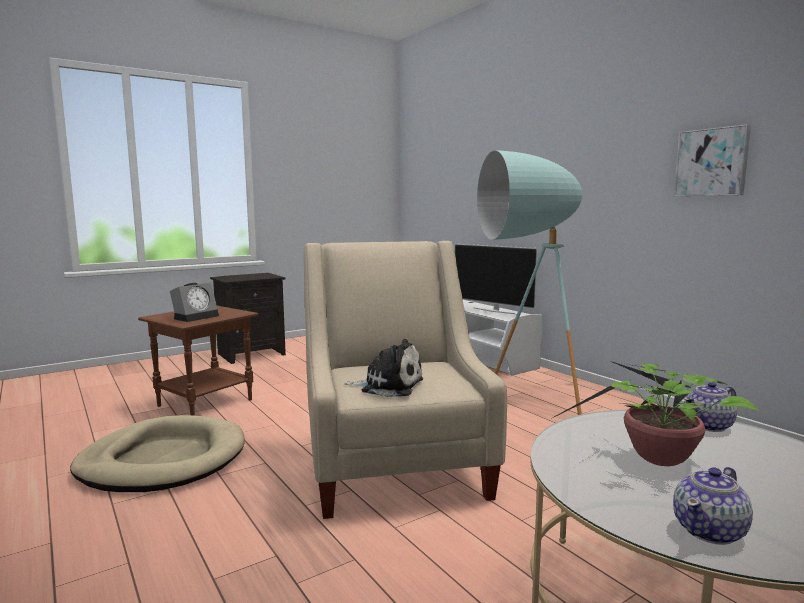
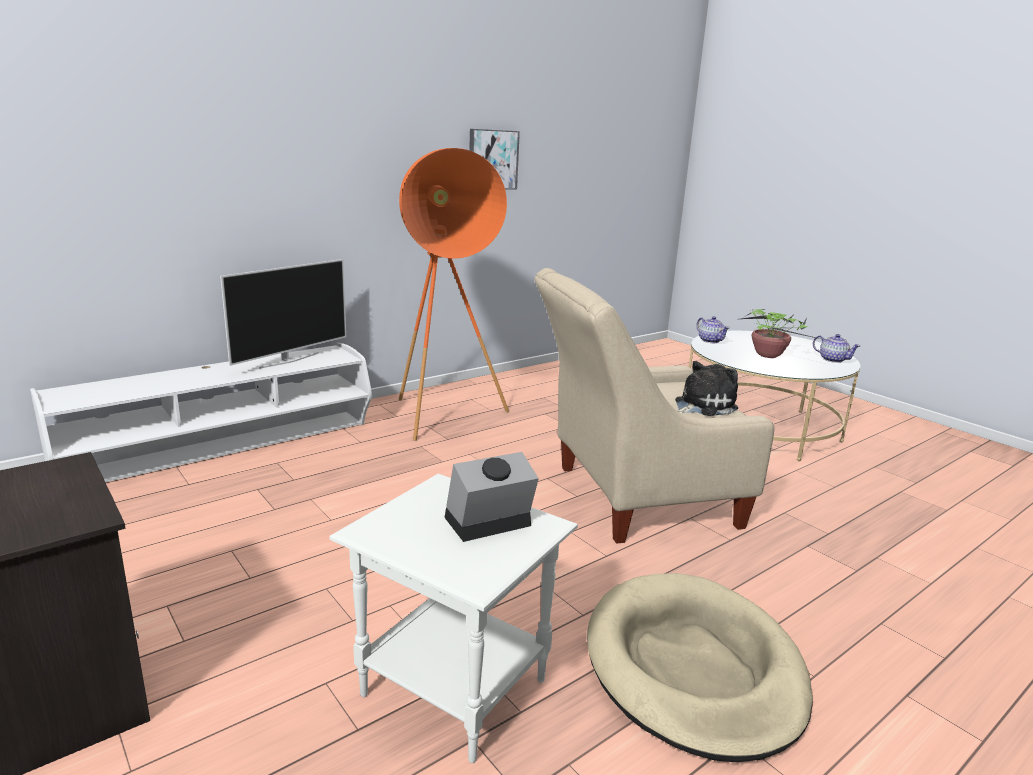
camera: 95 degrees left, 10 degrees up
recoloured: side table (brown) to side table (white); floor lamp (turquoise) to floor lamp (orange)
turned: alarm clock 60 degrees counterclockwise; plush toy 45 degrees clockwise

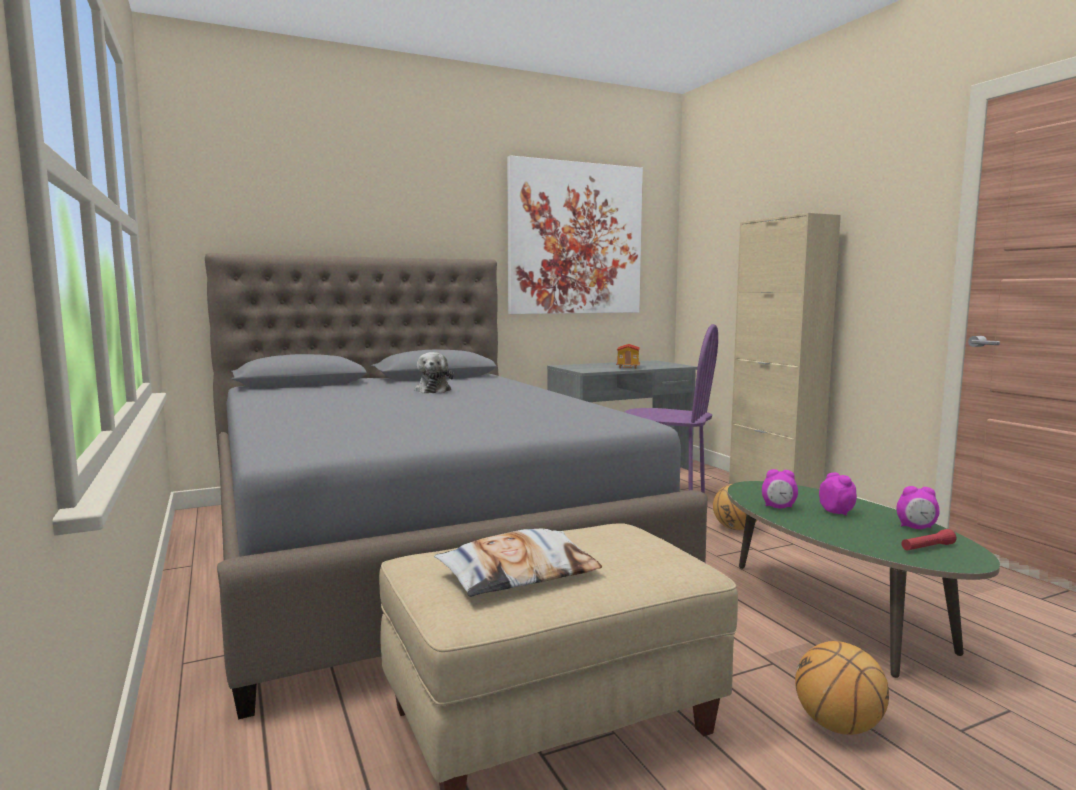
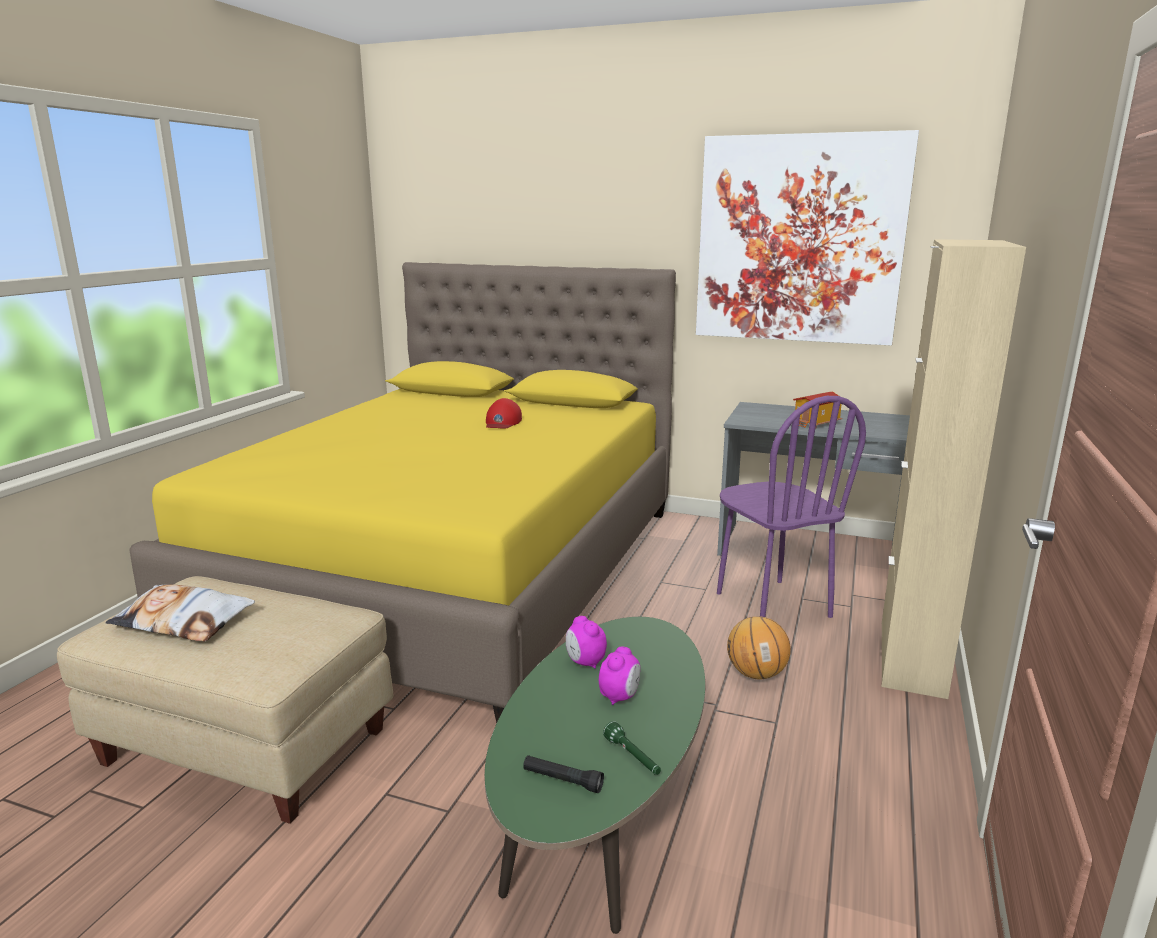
camera: 45 degrees right, 10 degrees up
removed: basketball (2nd from left)
replaced: plush toy to cap (red); alarm clock (3rd from left) to flashlight (green)
recoloured: bed (grey) to bed (yellow); flashlight (red) to flashlight (black)

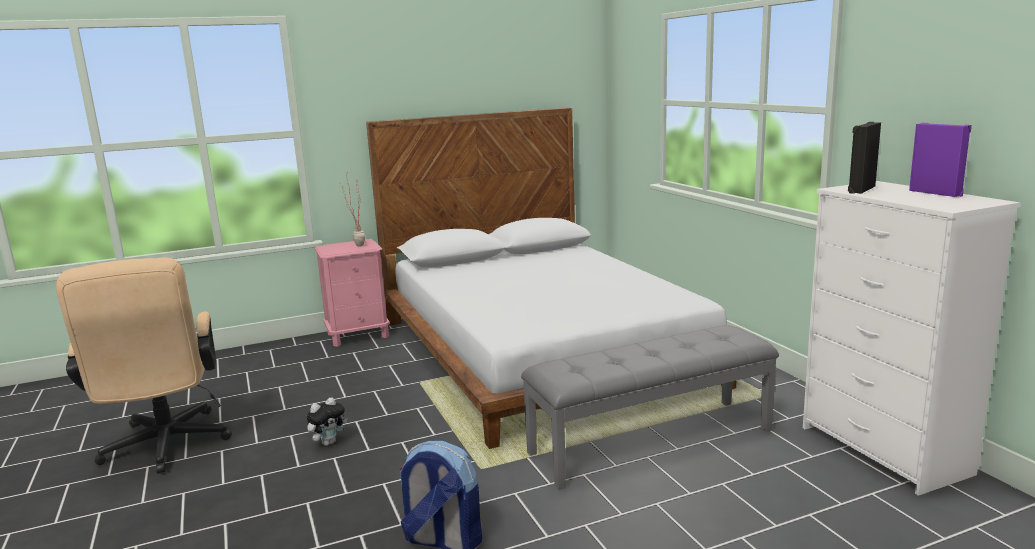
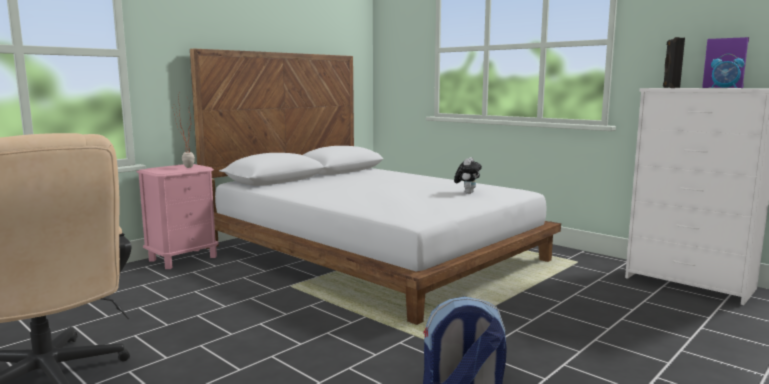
camera: 25 degrees left, 5 degrees down
removed: bench (grey)
added: alarm clock
moved: plush toy

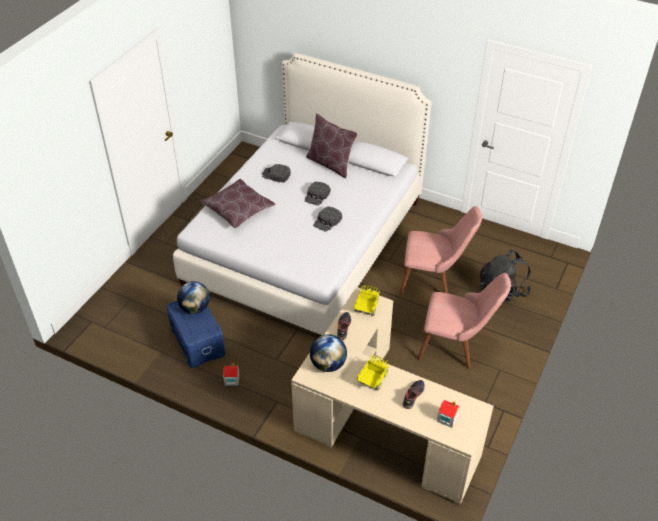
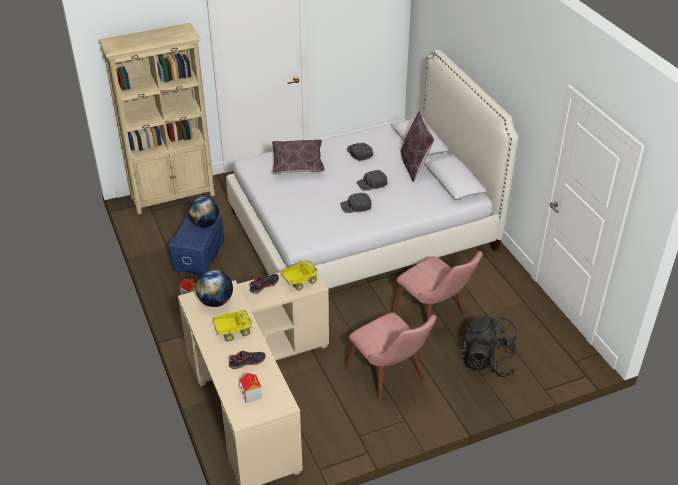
camera: 40 degrees right, 5 degrees down
added: bookcase (beige)

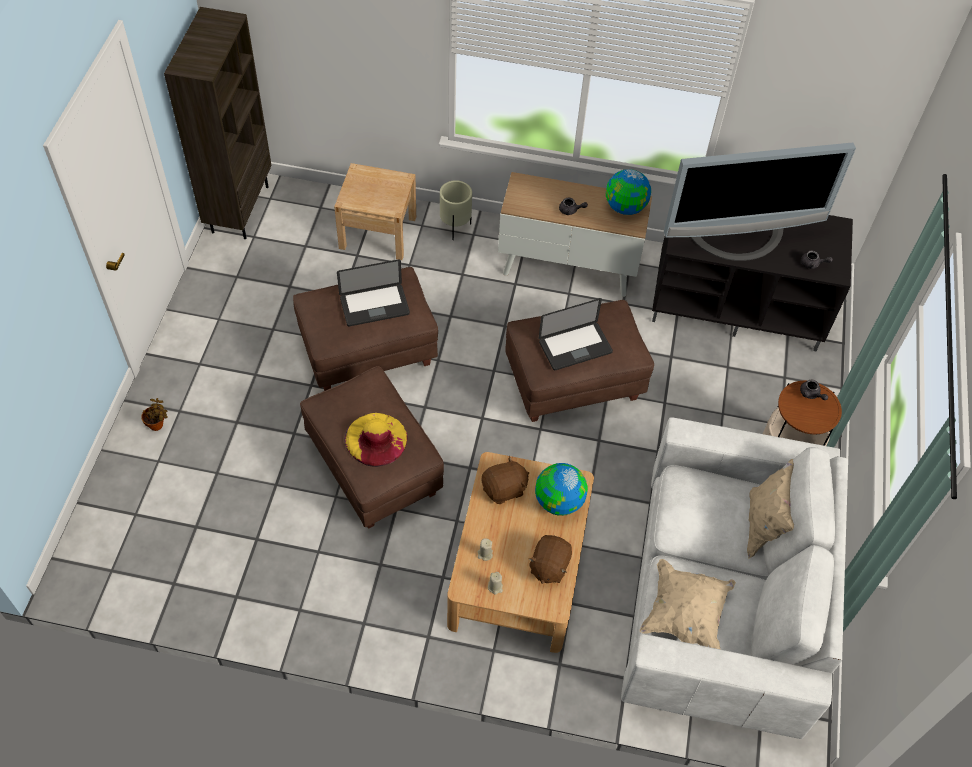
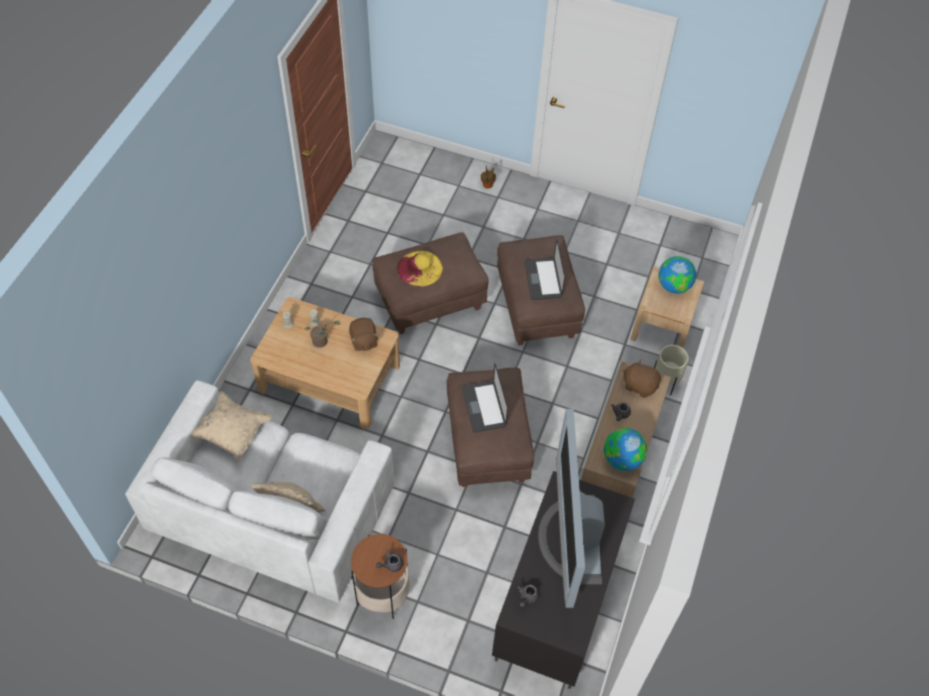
camera: 100 degrees right, 0 degrees up
removed: bookcase (brown)
added: potted plant (1st from left)
moved: plush toy (brown) (2nd from left); globe (1st from left in the first image) to globe (2nd from left)

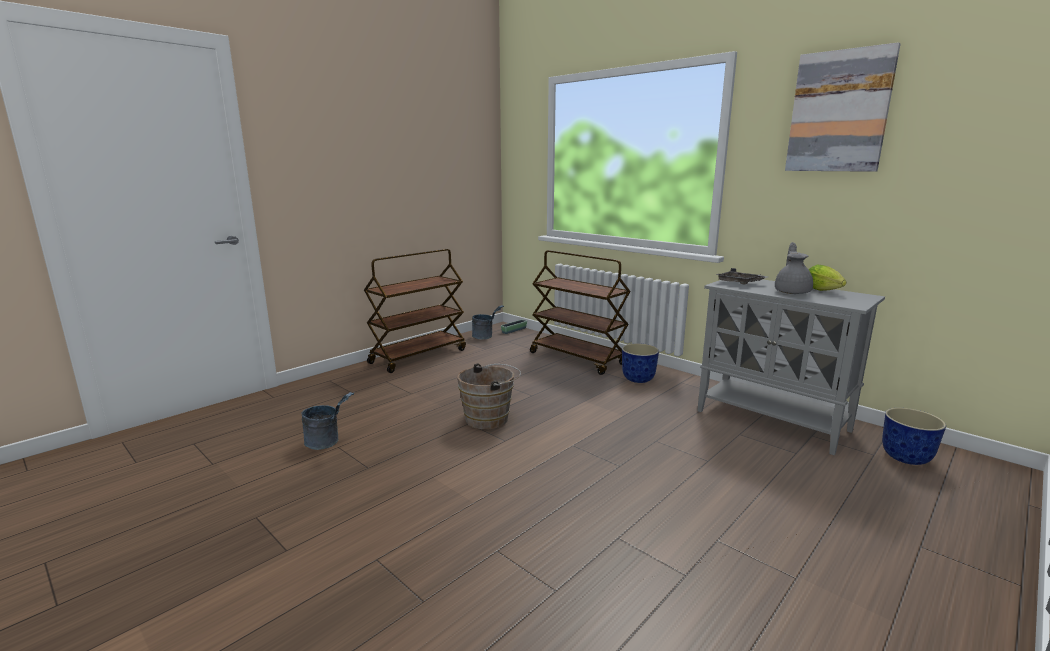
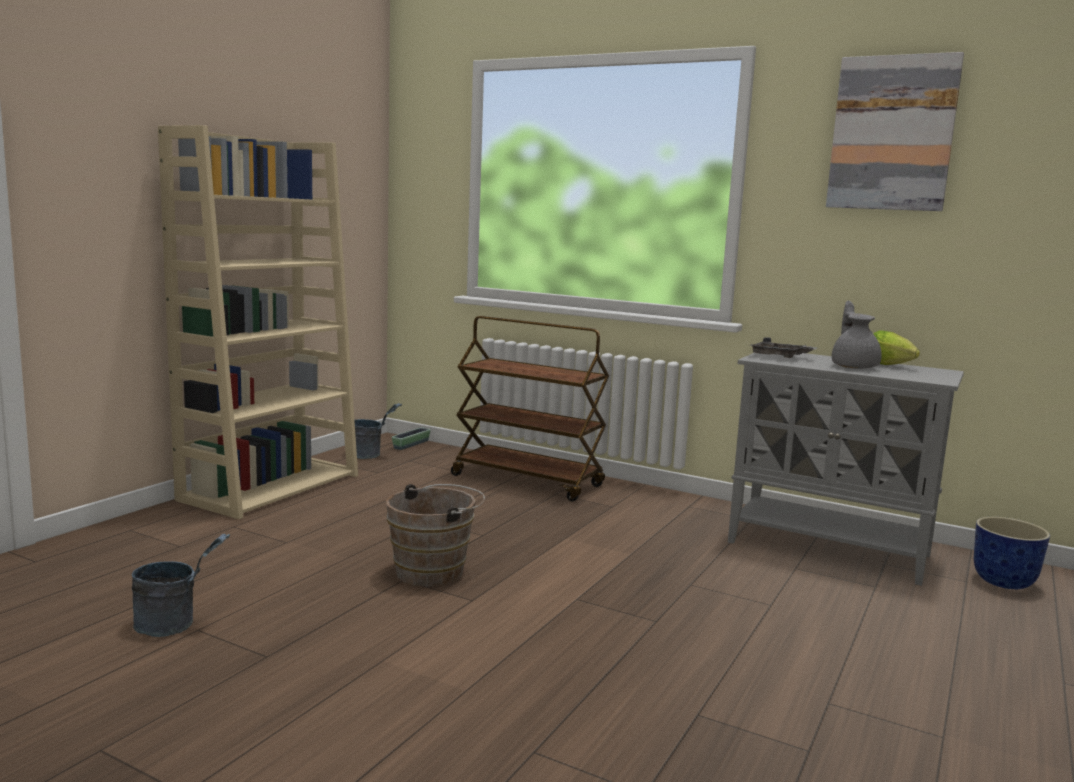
camera: 15 degrees left, 5 degrees down
removed: planter (2nd from left)
replaced: cart (brown) (1st from left) to bookcase (beige)

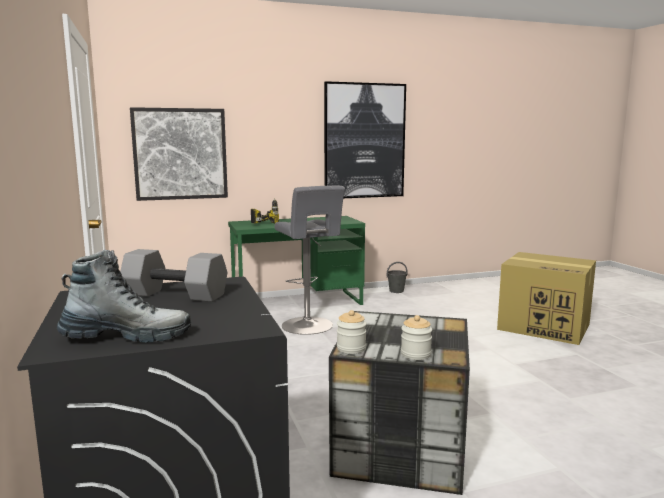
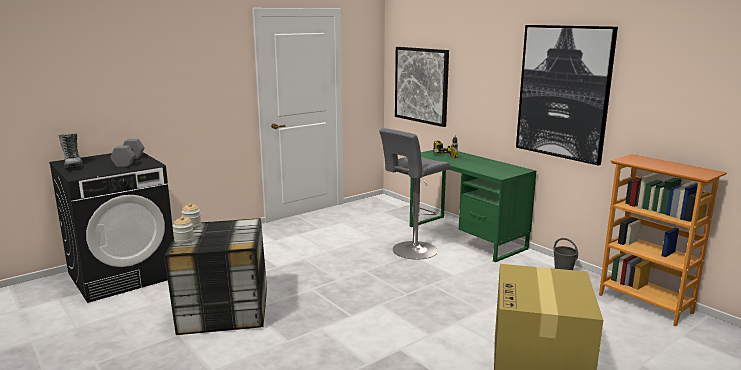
camera: 70 degrees right, 5 degrees up
added: bookcase

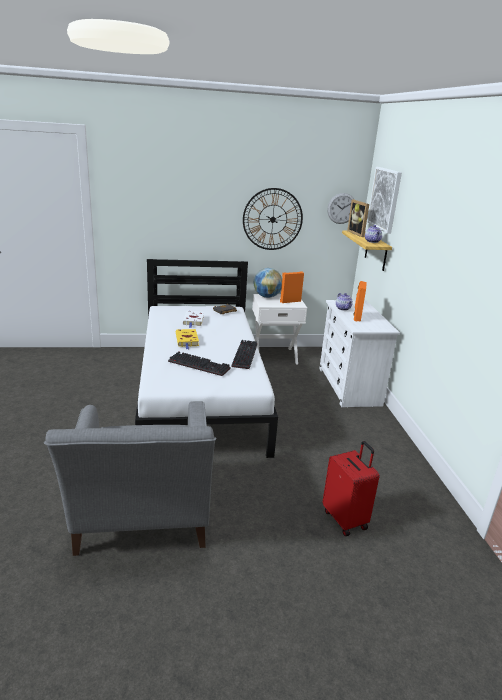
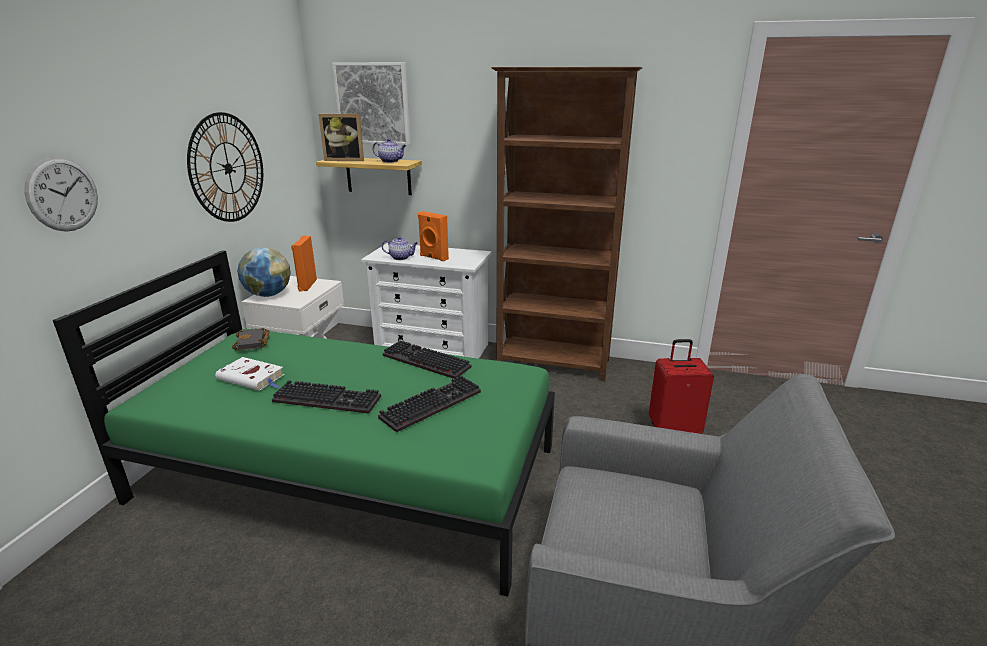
camera: 65 degrees left, 0 degrees up
added: bookcase (brown)
moved: wall clock (2nd from left in the first image) to wall clock (1st from left)
replaced: book (yellow) to keyboard (1st from left)
recoloured: bed (white) to bed (green)

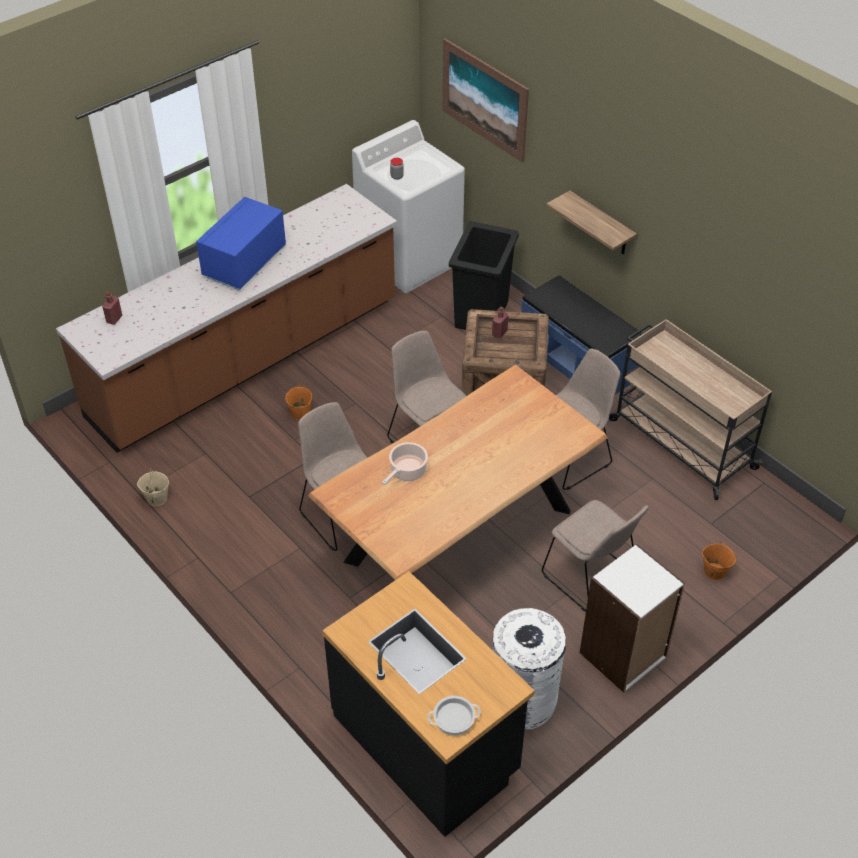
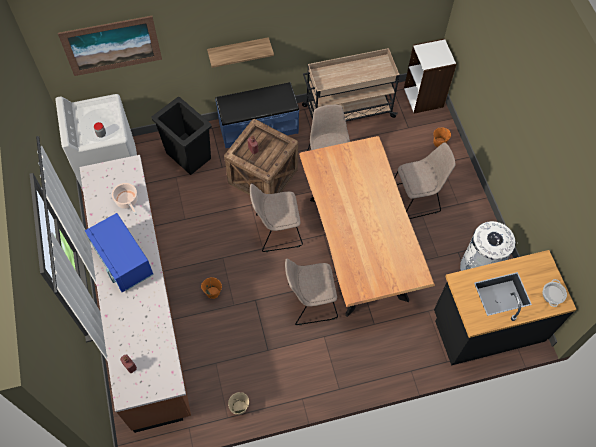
camera: 65 degrees left, 15 degrees up
moved: cooking pot (1st from left); bookcase (white)

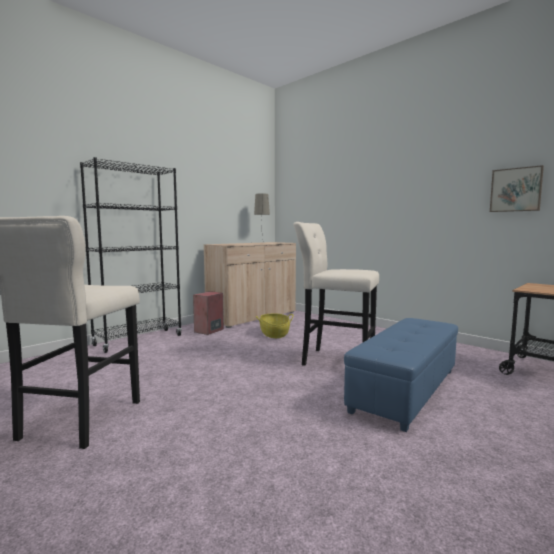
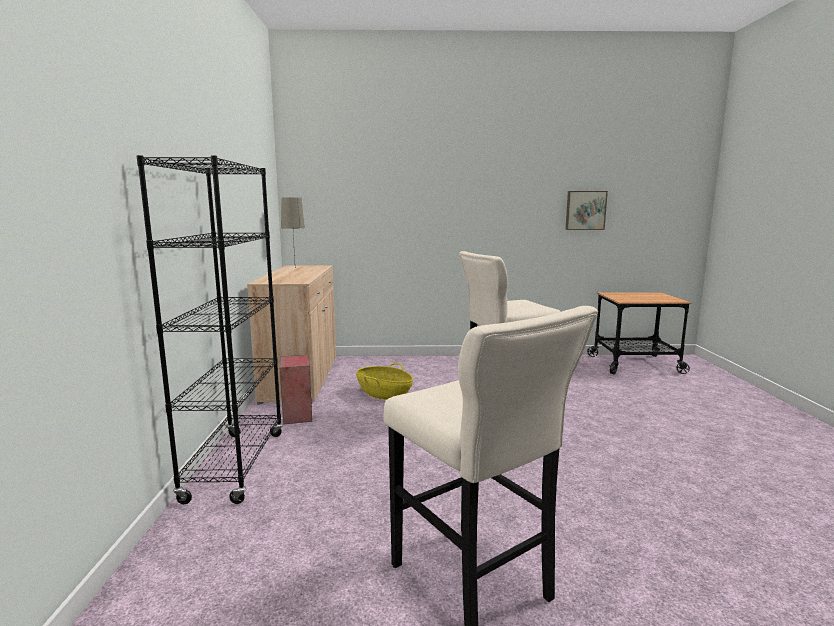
camera: 45 degrees left, 5 degrees up
removed: ottoman (blue)

